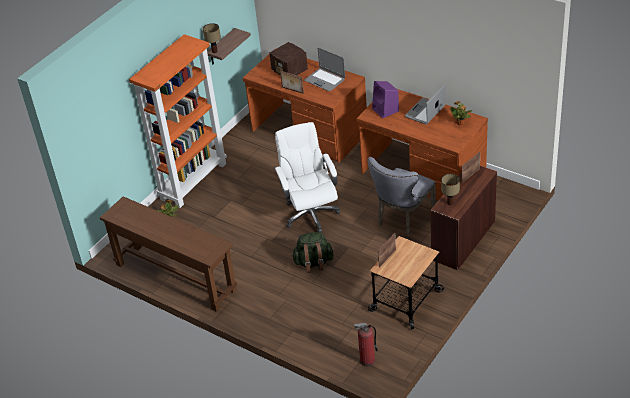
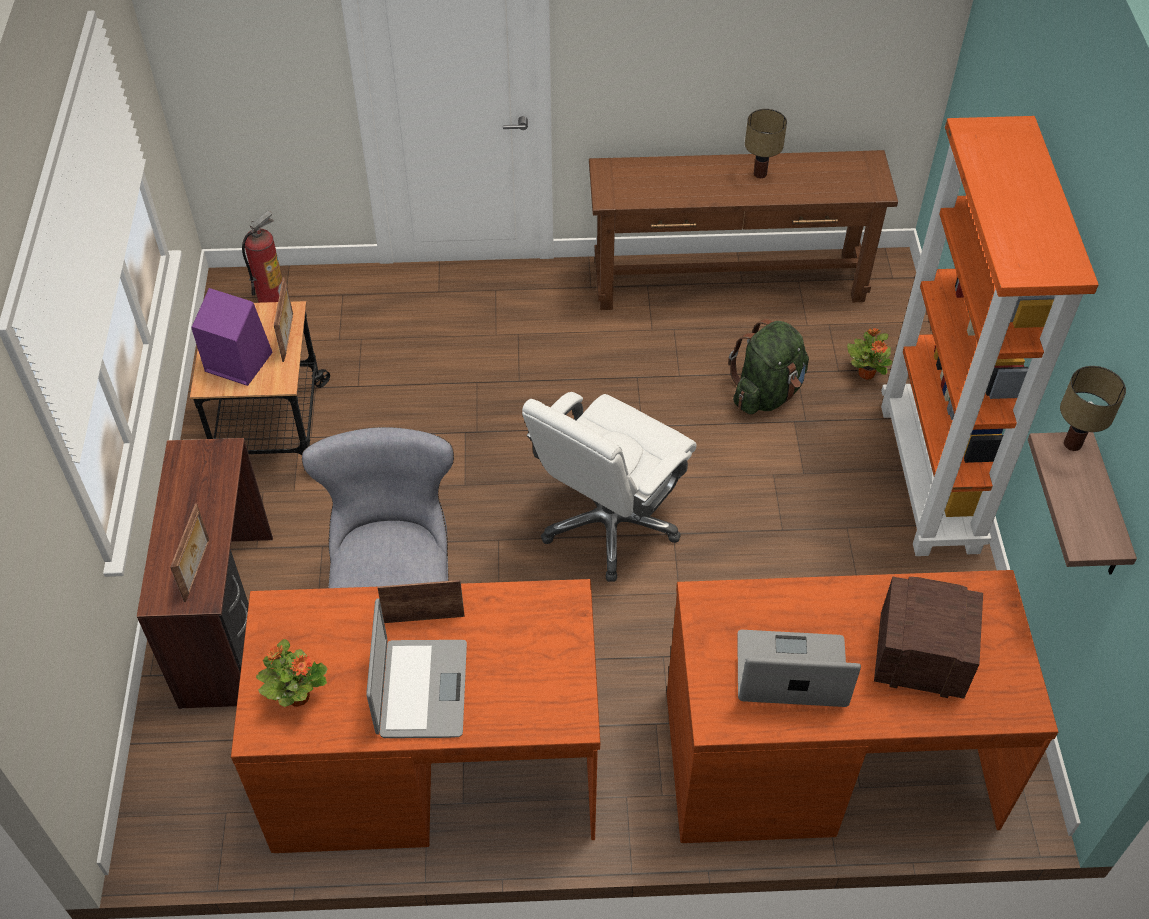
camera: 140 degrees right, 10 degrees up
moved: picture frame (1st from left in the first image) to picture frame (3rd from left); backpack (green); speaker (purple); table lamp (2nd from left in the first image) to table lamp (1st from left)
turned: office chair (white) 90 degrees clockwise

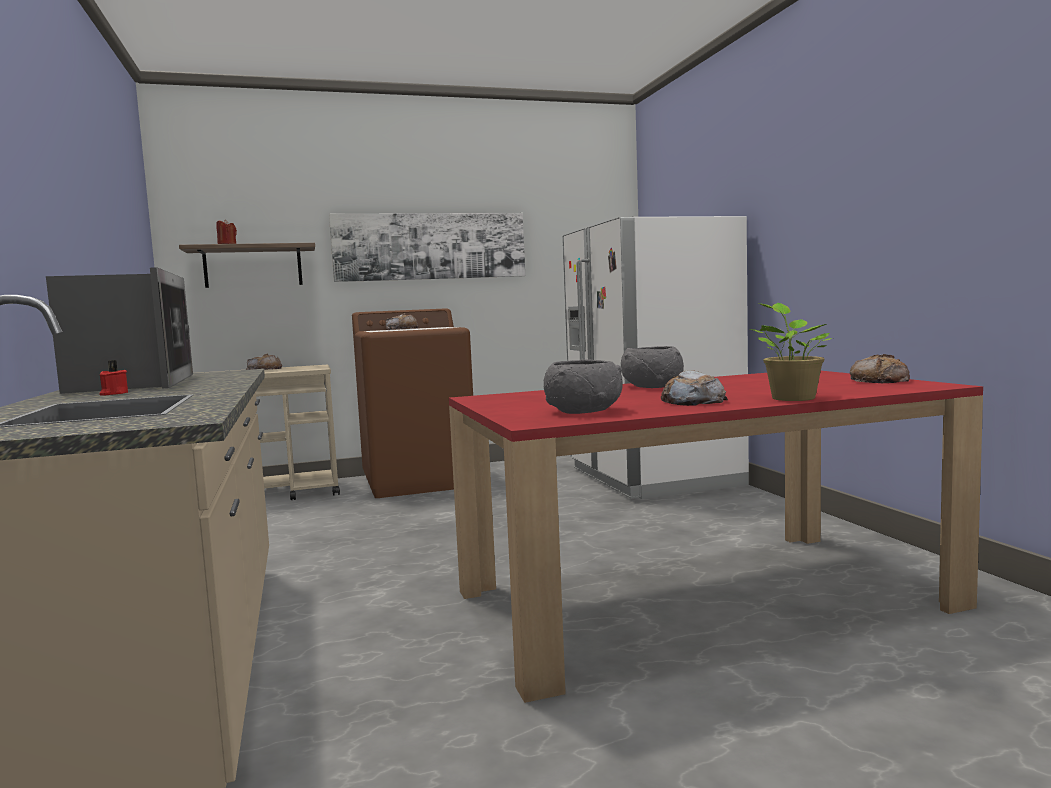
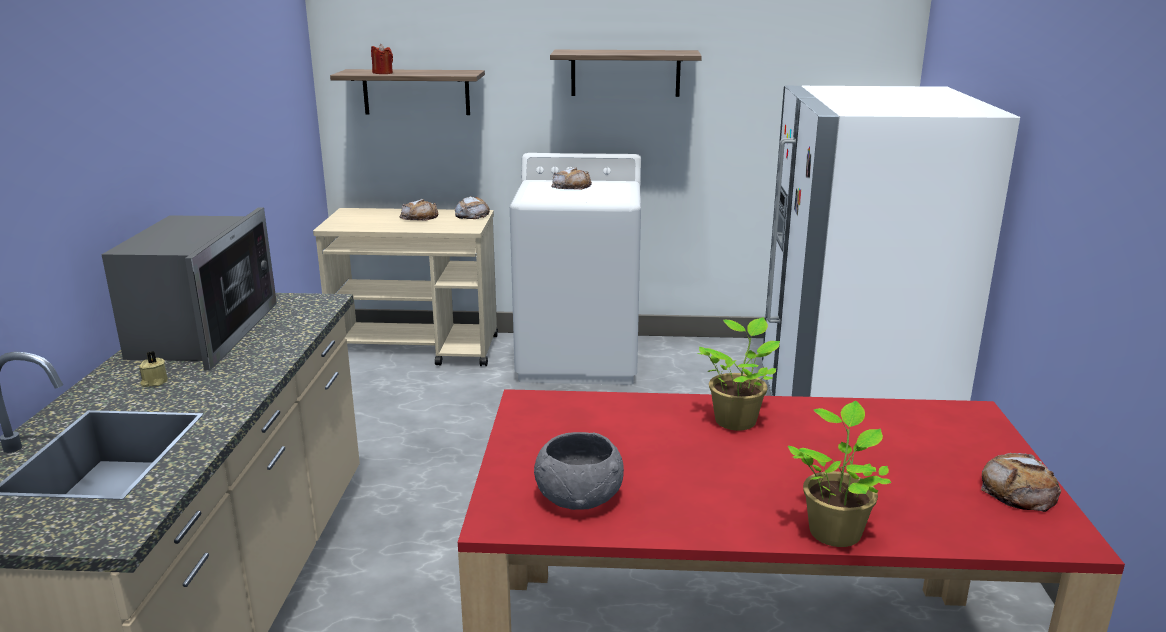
camera: 20 degrees right, 15 degrees up
moved: bread (3rd from left in the first image) to bread (2nd from left)
replaced: picture to shelf (2nd from left); bowl (grey) (2nd from left) to potted plant (1st from left)
recoloured: candle (red) (1st from left) to candle (beige); washing machine (brown) to washing machine (white)

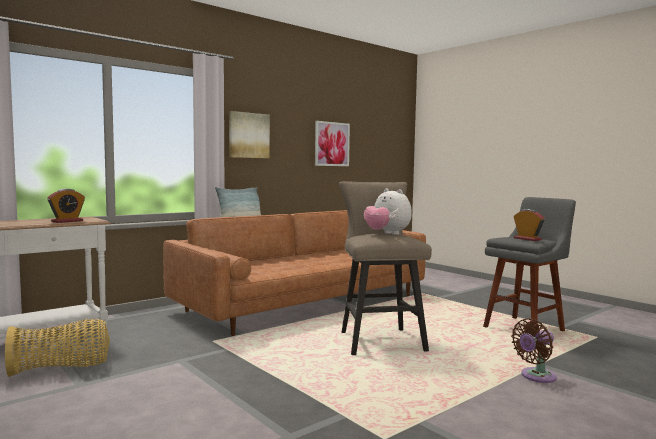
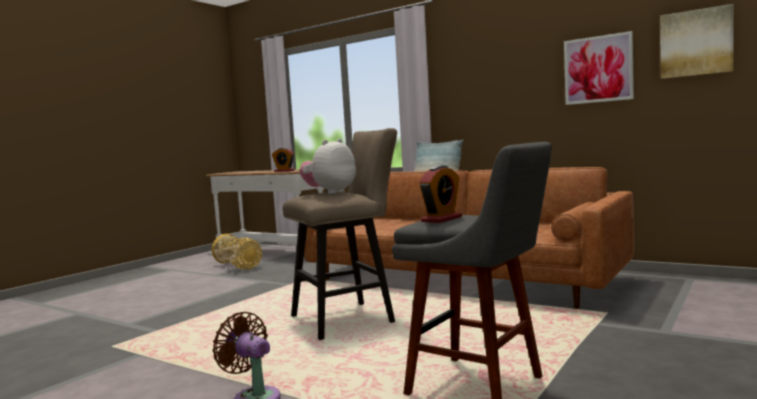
camera: 75 degrees right, 0 degrees up
moved: picture (1st from left in the first image) to picture (2nd from left)

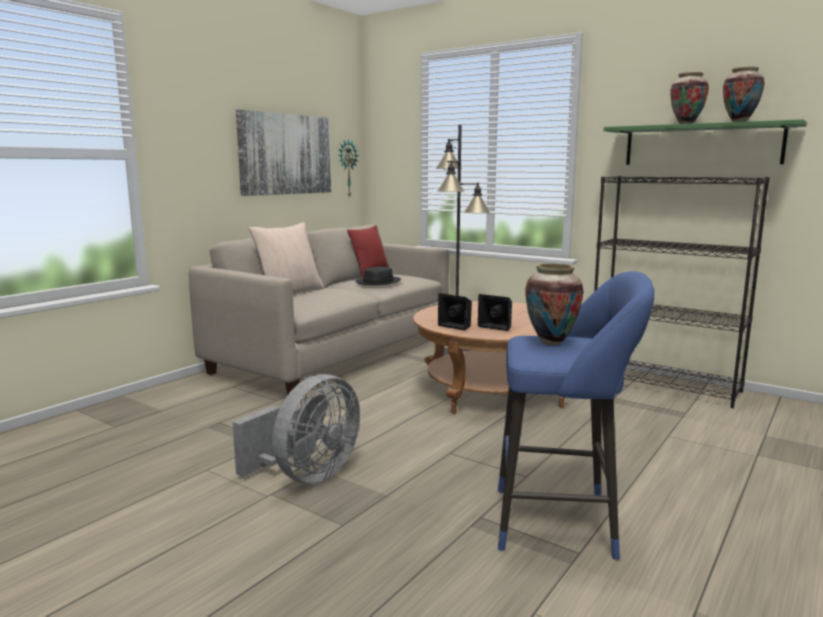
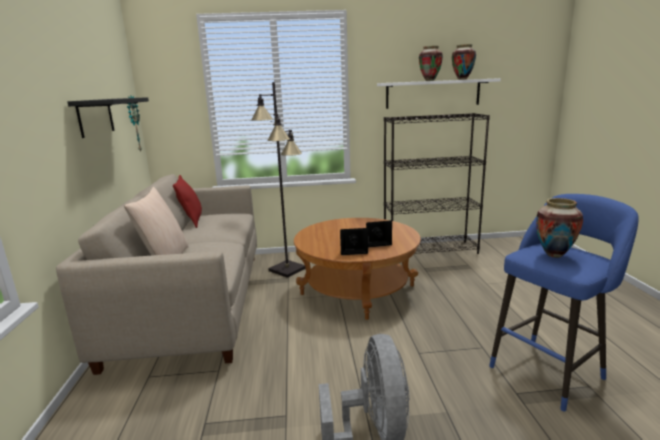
camera: 40 degrees left, 5 degrees up
removed: hat (black)
replaced: picture to shelf (black)
recoloured: shelf (green) to shelf (white)

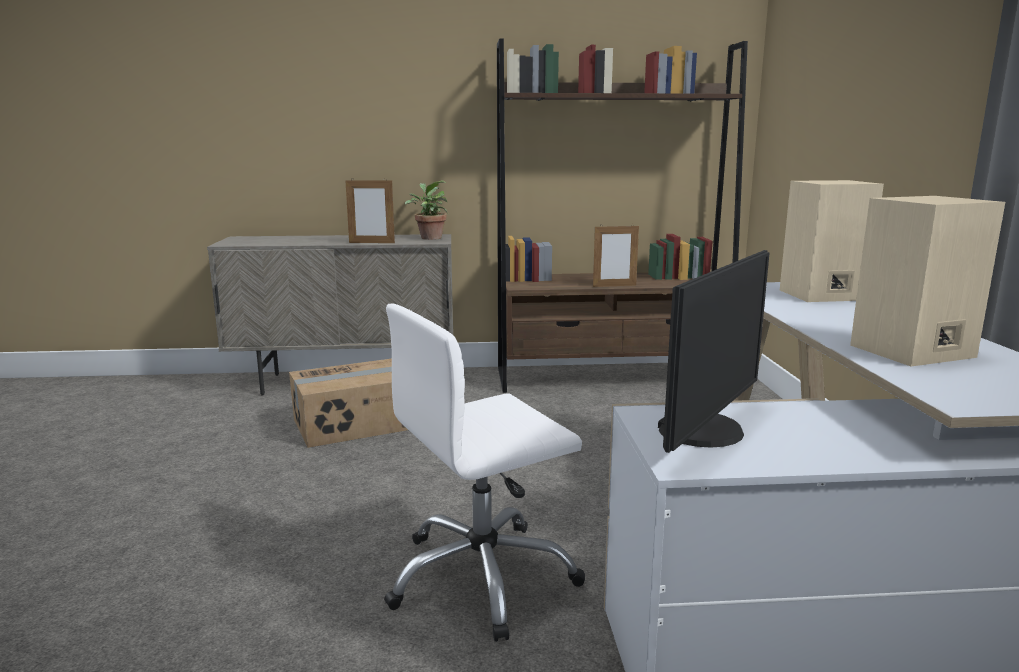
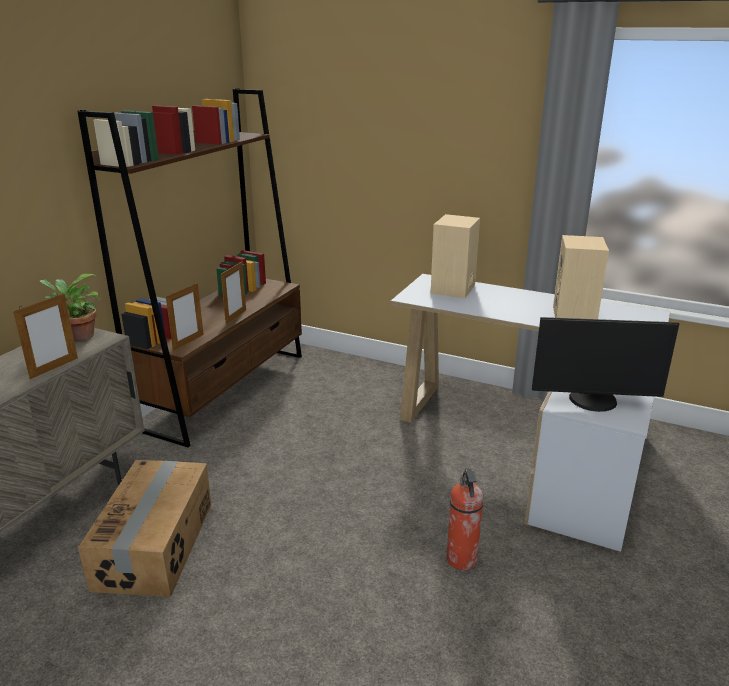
camera: 60 degrees left, 10 degrees up
added: picture frame (2nd from left)
replaced: office chair (white) to fire extinguisher
turned: monitor 120 degrees clockwise

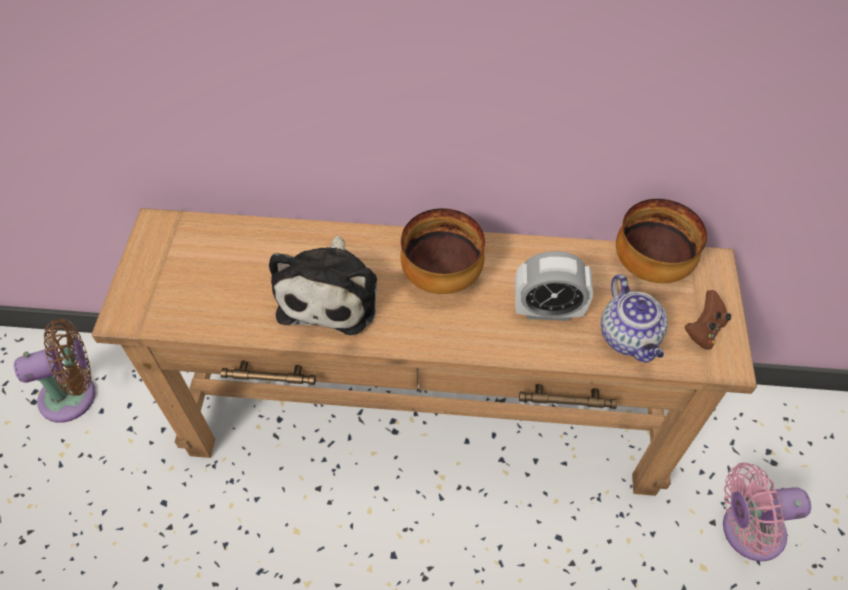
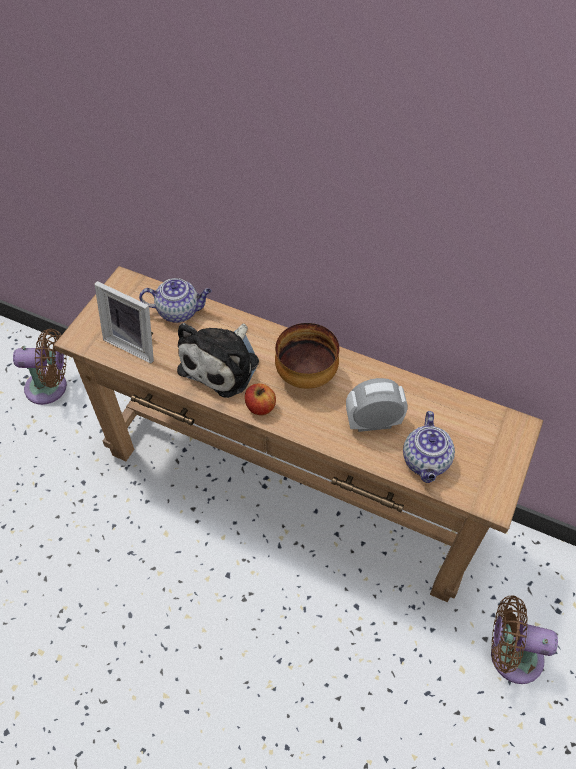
camera: 20 degrees right, 0 degrees up
removed: bowl (2nd from left); game controller (brown)
added: picture frame; teapot (1st from left); apple
recoloured: fan (pink) to fan (brown) (2nd from left)
turned: alarm clock 150 degrees clockwise

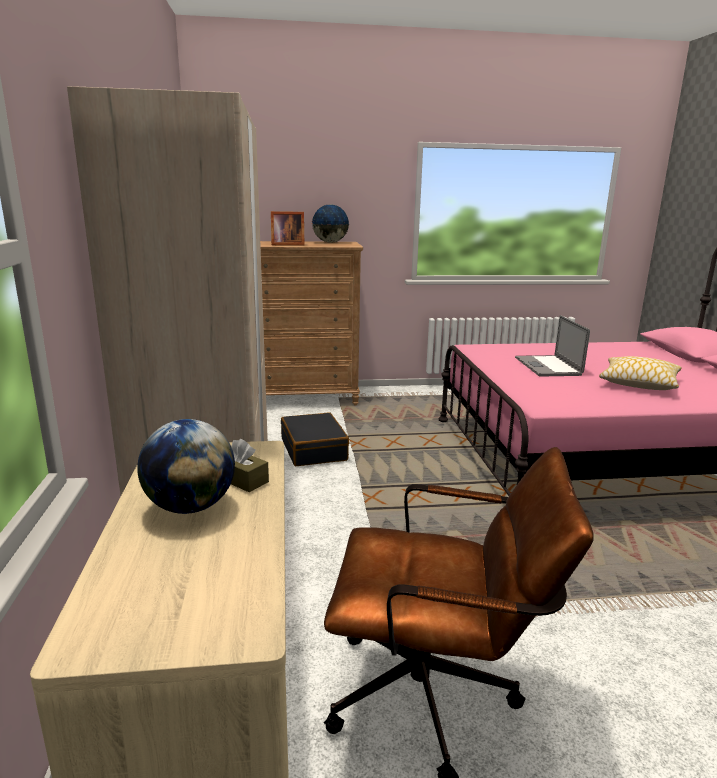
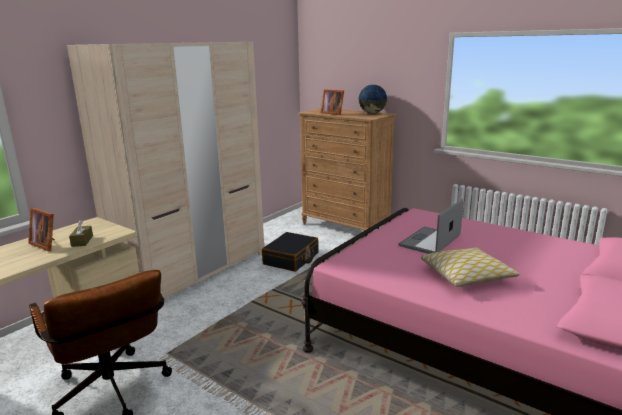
camera: 45 degrees right, 0 degrees up
replaced: globe (1st from left) to picture frame (1st from left)

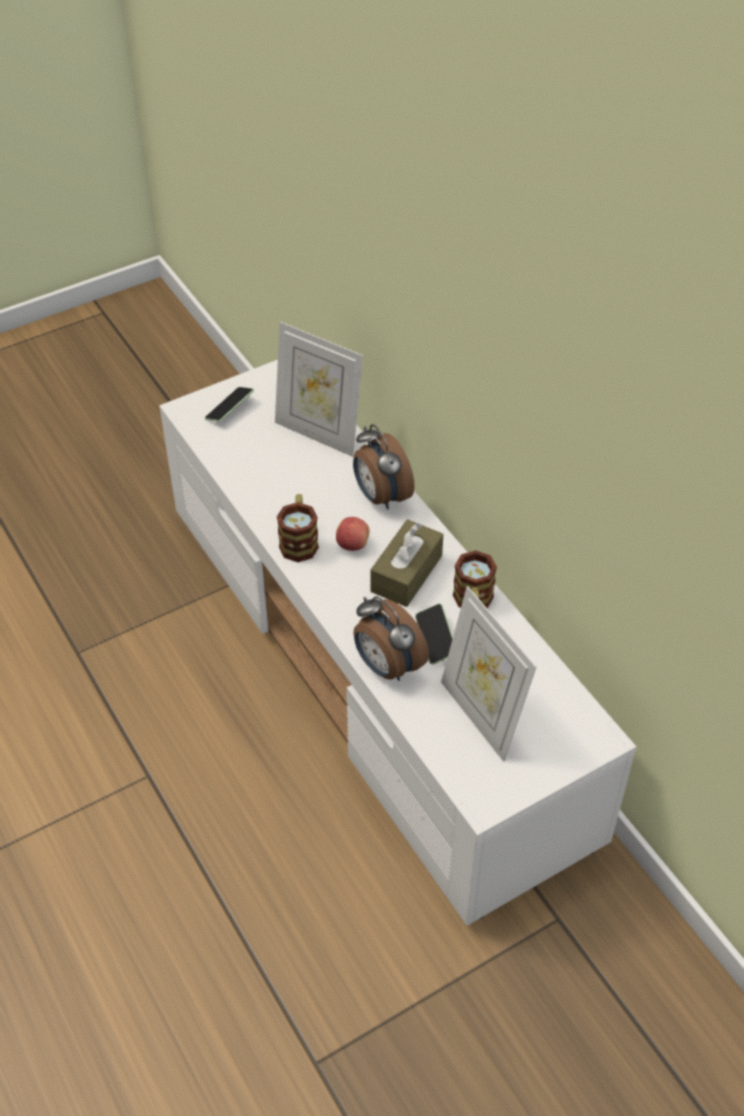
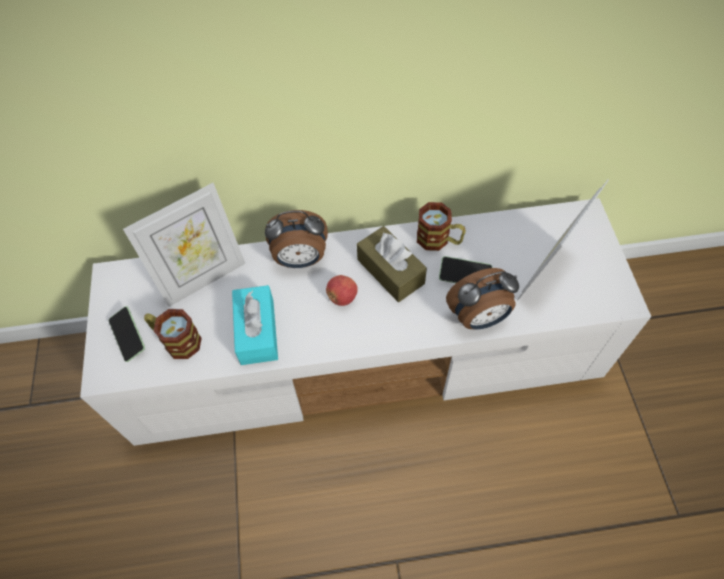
camera: 65 degrees left, 10 degrees up
added: tissue box (turquoise)
moved: mug (1st from left)
turned: picture frame (2nd from left) 135 degrees clockwise

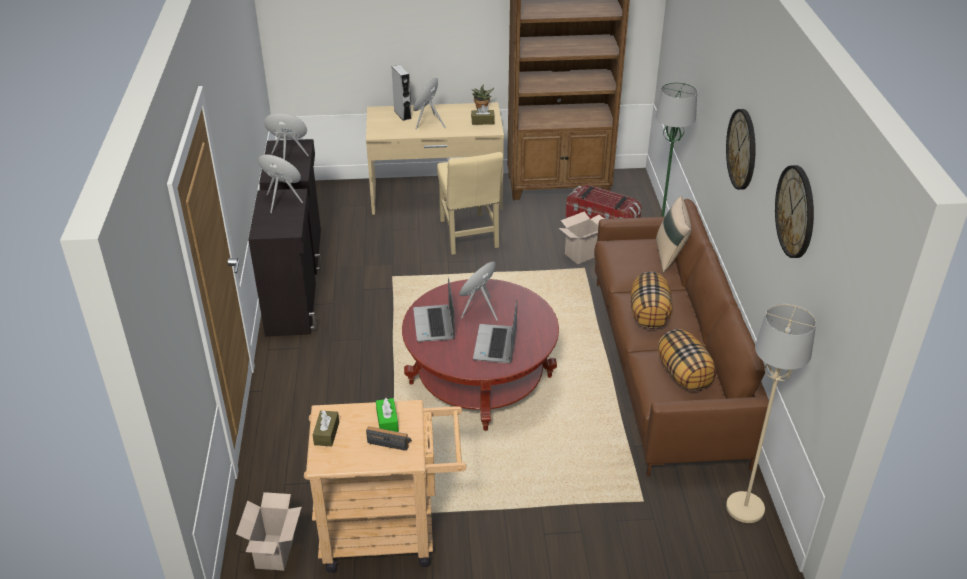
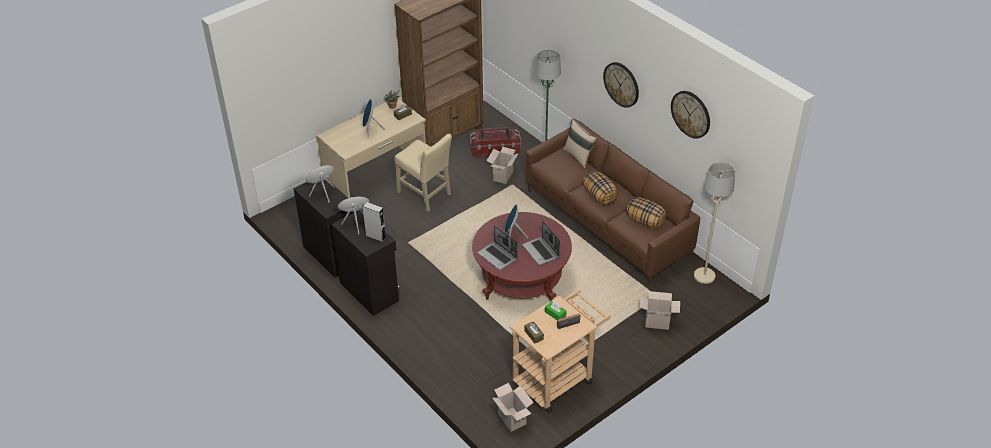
camera: 35 degrees left, 5 degrees up
added: cardboard box (3rd from left)
moved: speaker (grey)

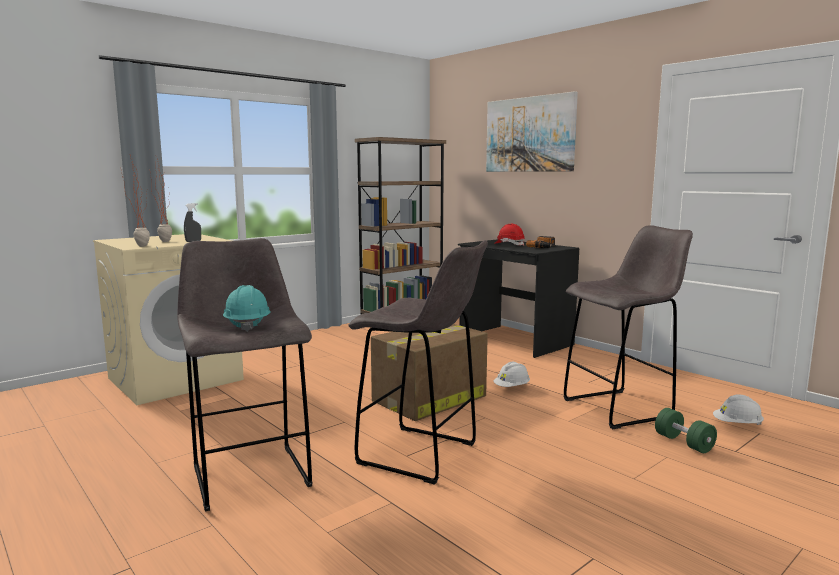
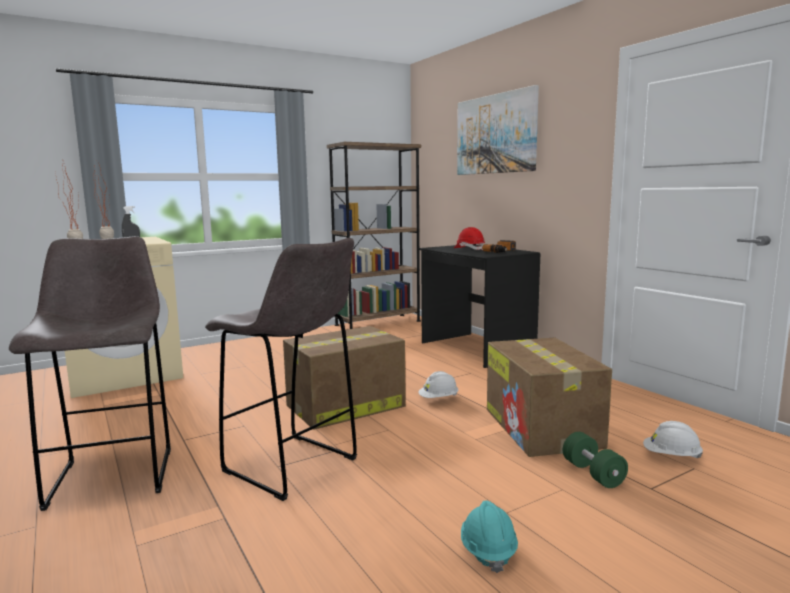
camera: 10 degrees right, 0 degrees up
moved: hard hat (turquoise)
replaced: stool (grey) (3rd from left) to cardboard box (2nd from left)

